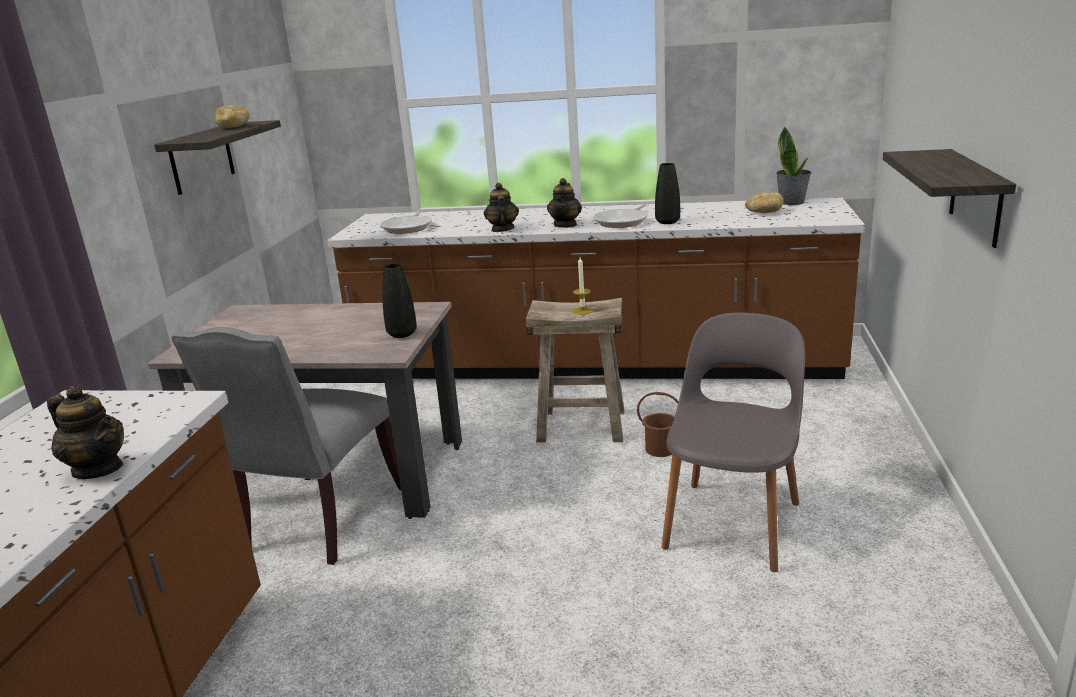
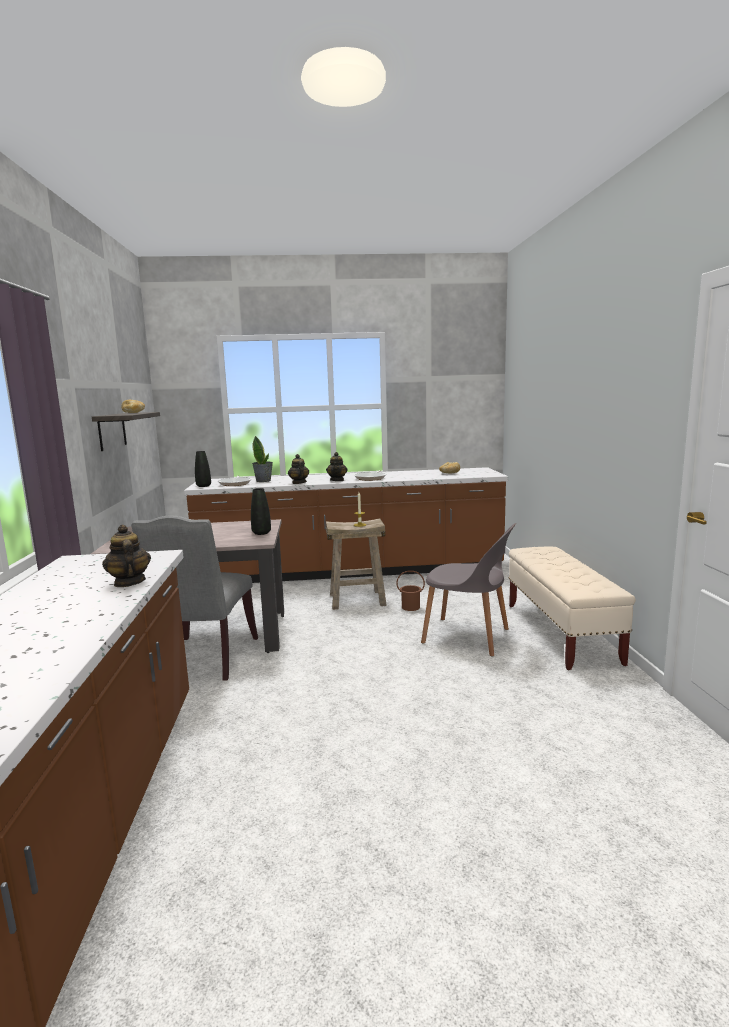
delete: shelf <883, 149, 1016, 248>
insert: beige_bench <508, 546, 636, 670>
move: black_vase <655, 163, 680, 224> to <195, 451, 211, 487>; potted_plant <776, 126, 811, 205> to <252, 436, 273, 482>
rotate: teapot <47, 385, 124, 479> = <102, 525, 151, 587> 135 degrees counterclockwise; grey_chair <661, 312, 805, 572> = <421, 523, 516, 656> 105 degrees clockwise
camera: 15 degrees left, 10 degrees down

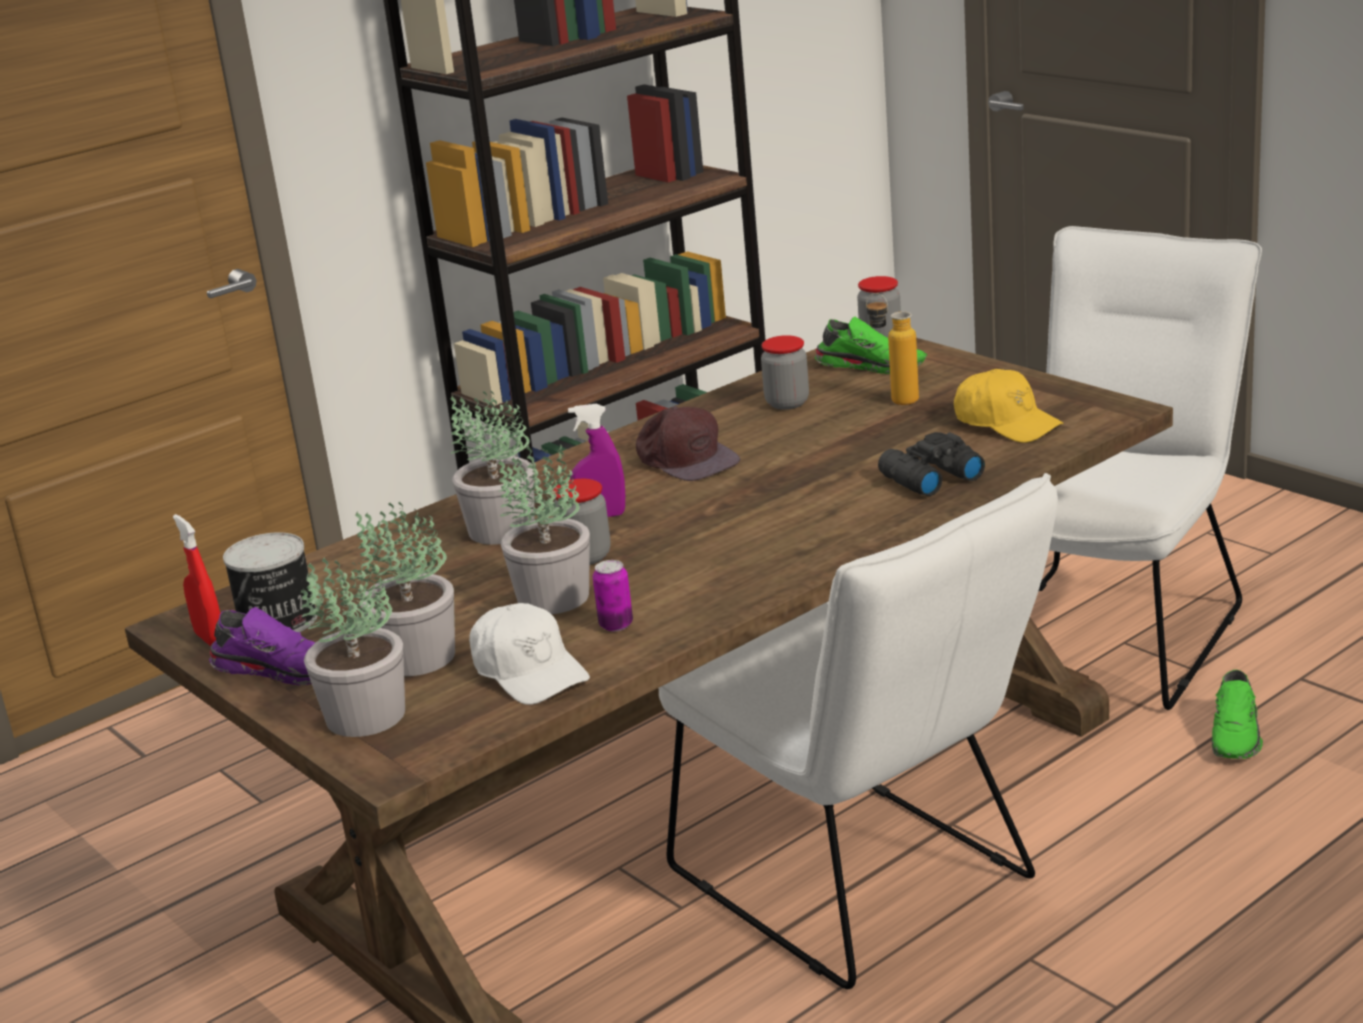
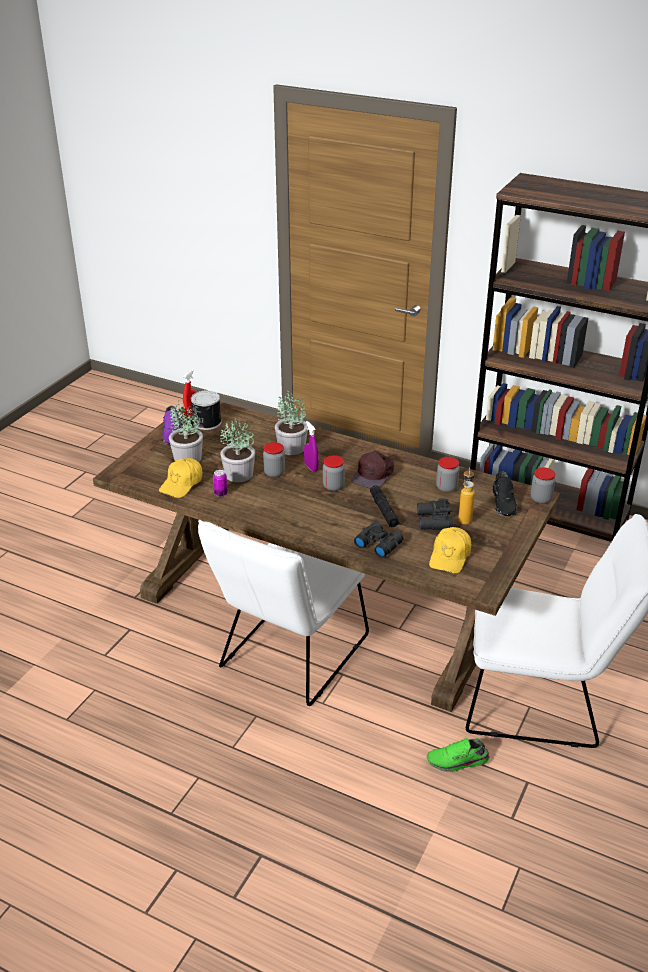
delete: potted_plant <301, 558, 405, 737>
insert: jar <323, 455, 345, 491>; black_flashlight <370, 485, 400, 527>; black_binoculars <417, 499, 453, 530>
recolor: white_cap <469, 603, 590, 705> to yellow_cap <159, 458, 202, 498>; green_shoe <815, 317, 927, 374> to black_shoe <492, 471, 518, 516>
camera: 65 degrees right, 10 degrees up

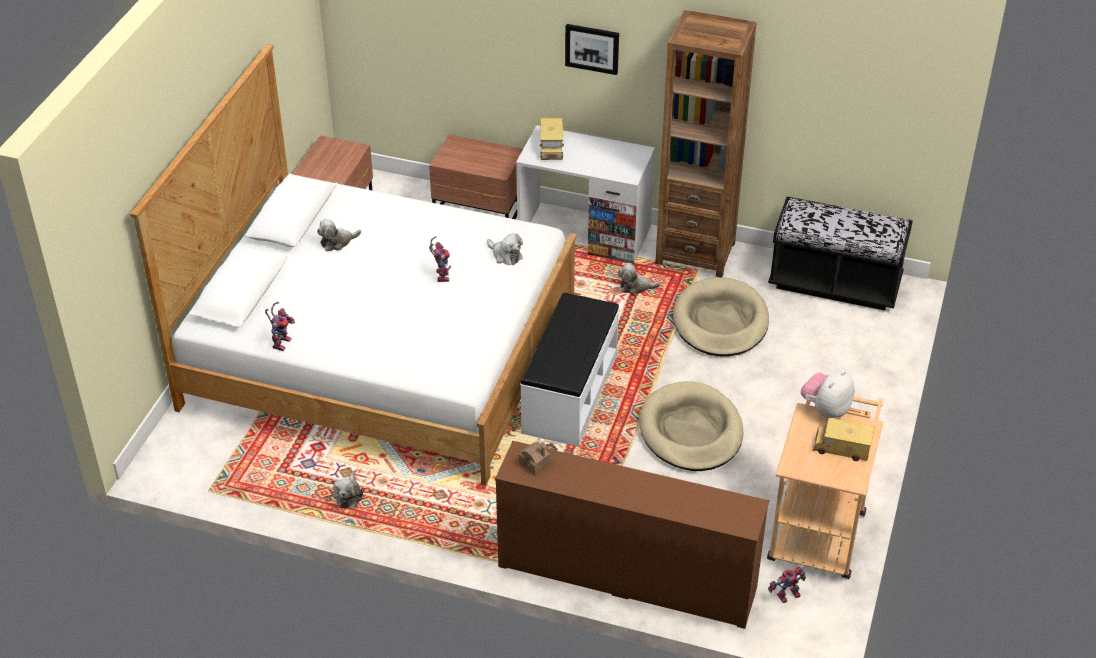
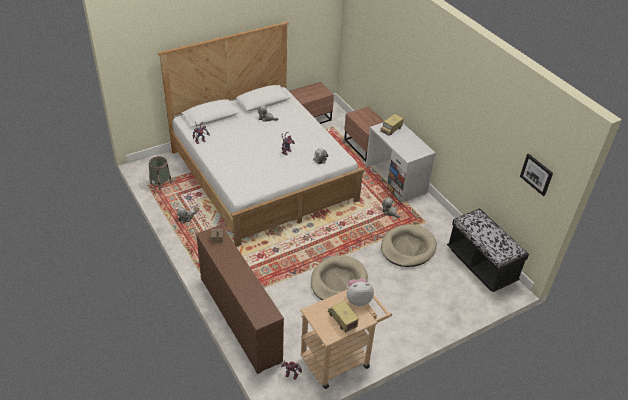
delete: white_bench <520, 293, 619, 447>; brown_bookcase <655, 10, 757, 278>
insert: basket <149, 156, 172, 191>
move: picture <565, 24, 619, 75> to <520, 154, 553, 196>
camera: 40 degrees right, 0 degrees up

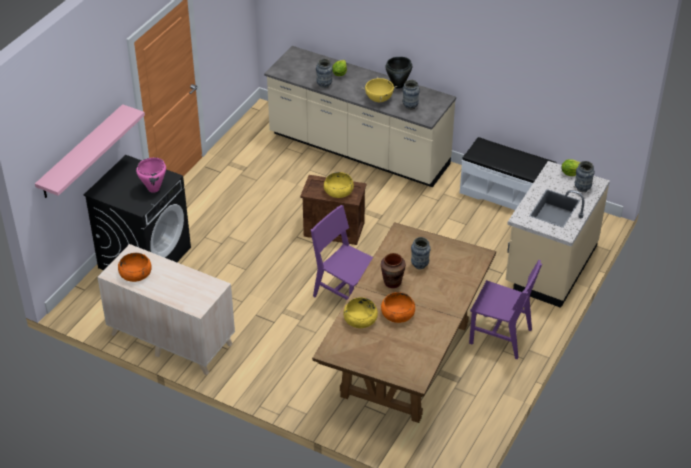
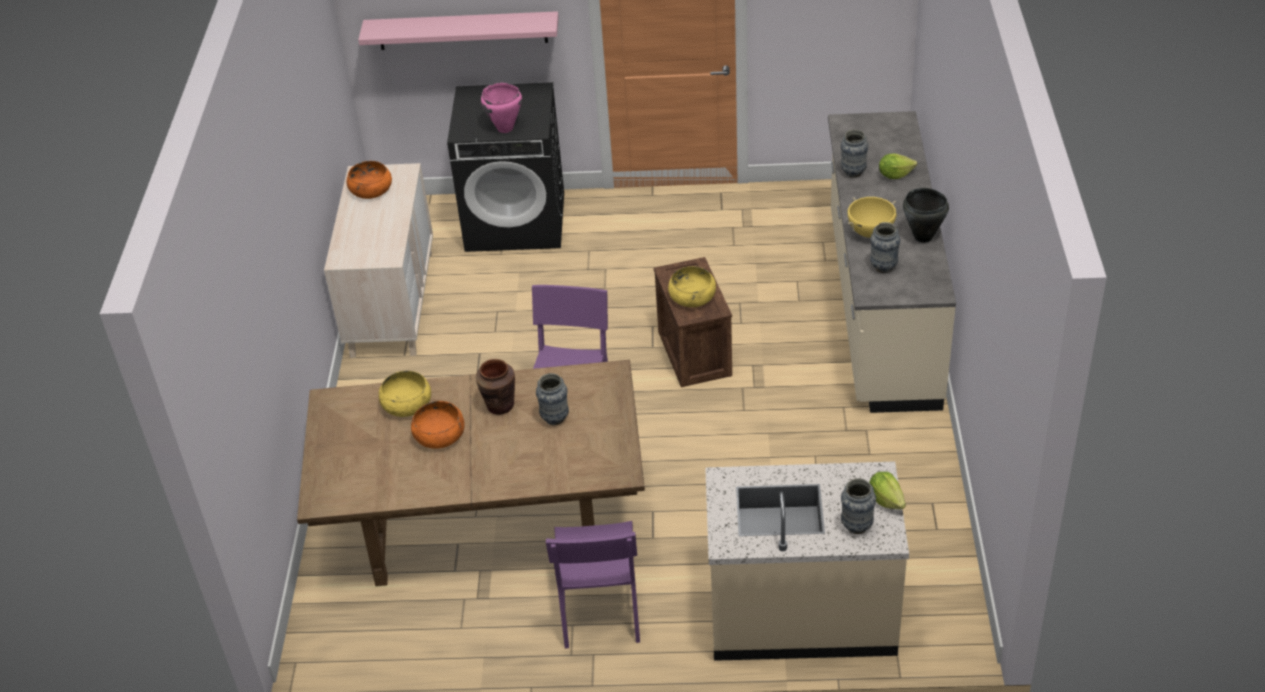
delete: white_bench <460, 137, 557, 210>
camera: 65 degrees right, 0 degrees up

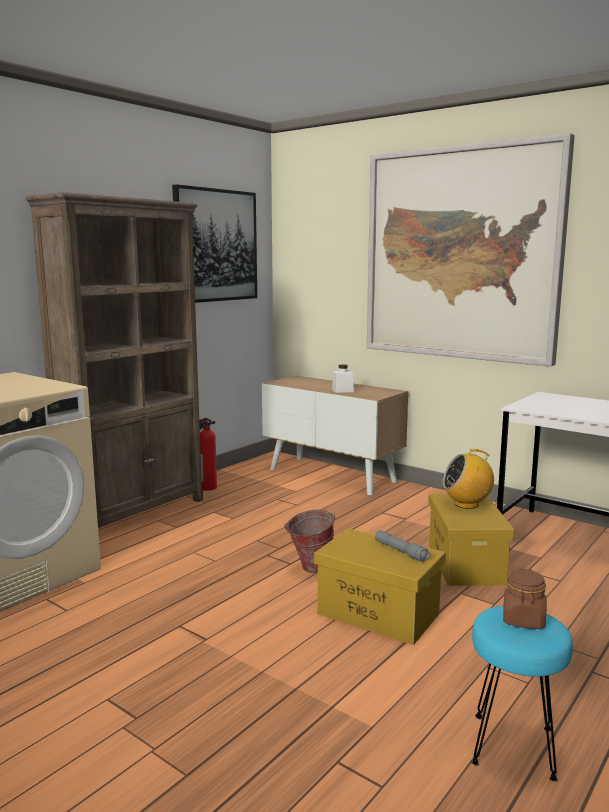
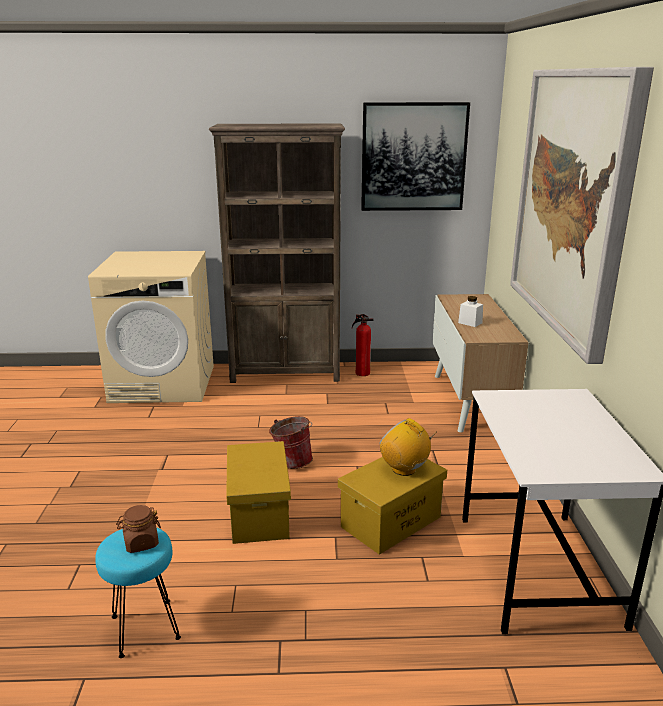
delete: grey_flashlight <375, 530, 430, 562>
camera: 50 degrees right, 10 degrees up

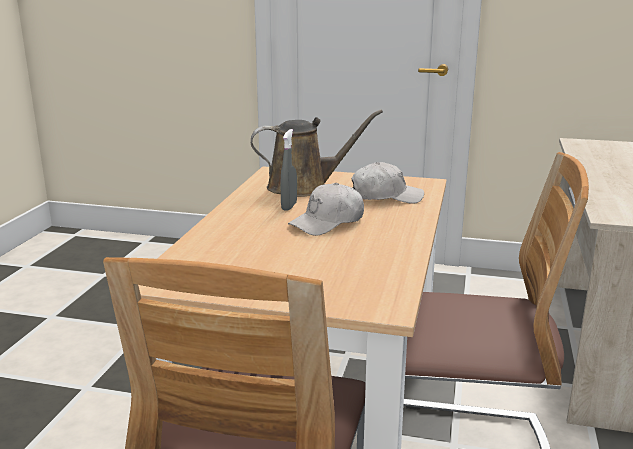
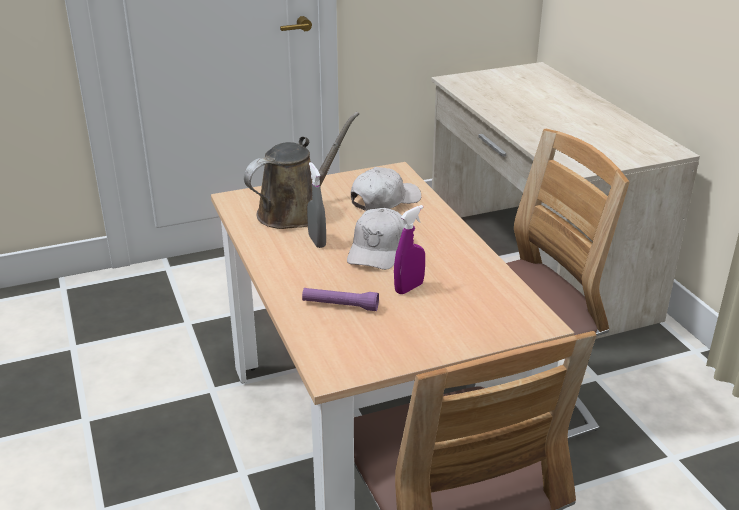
insert: purple_flashlight <302, 288, 379, 311>; purple_spray_bottle <394, 205, 425, 294>
camera: 35 degrees left, 10 degrees up

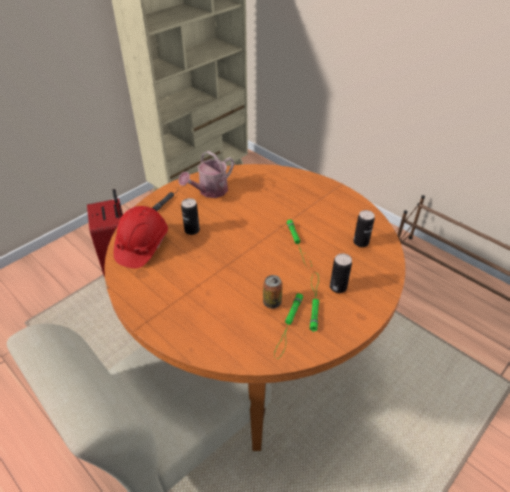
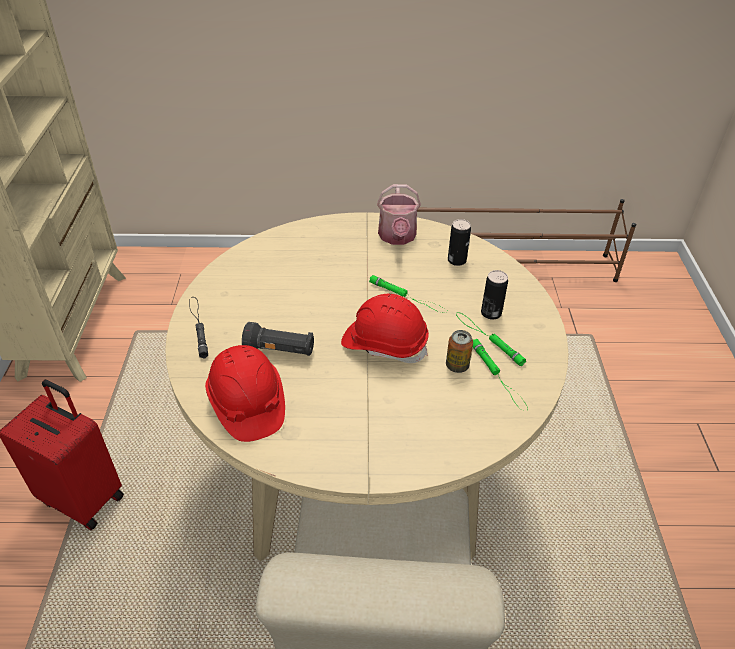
insert: red_hard_hat <341, 294, 429, 363>
move: watering_can <178, 151, 234, 198> to <377, 184, 421, 245>
replace: can <181, 198, 200, 235> to black_flashlight <242, 322, 314, 356>
recolor: orange_dining_table <104, 164, 405, 451> to beige_dining_table <165, 212, 568, 562>
camera: 45 degrees left, 0 degrees up

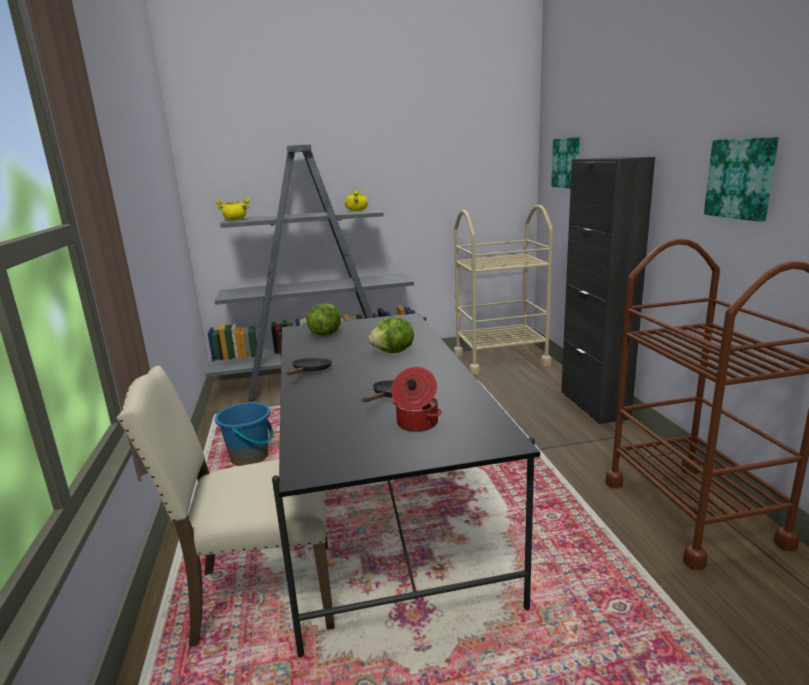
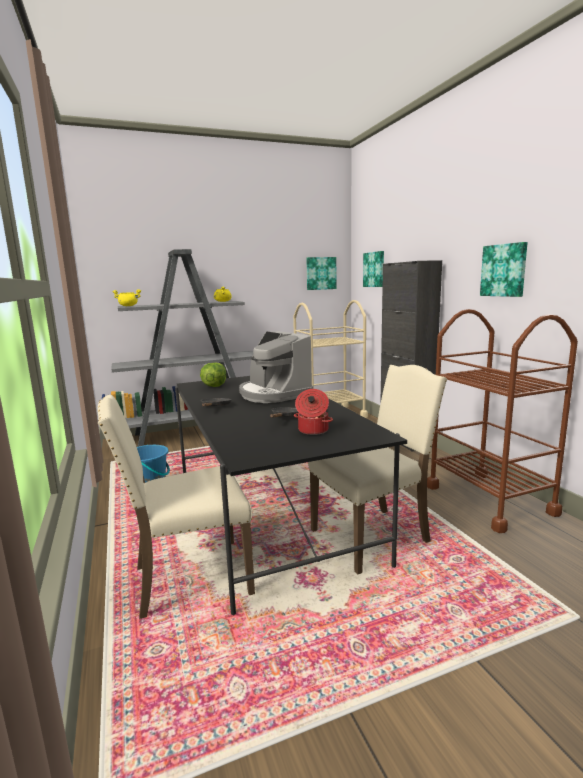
insert: picture <306, 257, 337, 290>; beige_chair <308, 365, 447, 575>
replace: lettuce <368, 317, 414, 353> to coffee_machine <239, 331, 313, 403>
camera: 10 degrees left, 5 degrees down

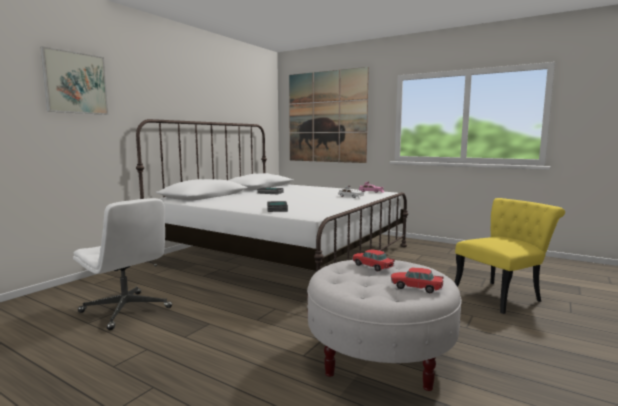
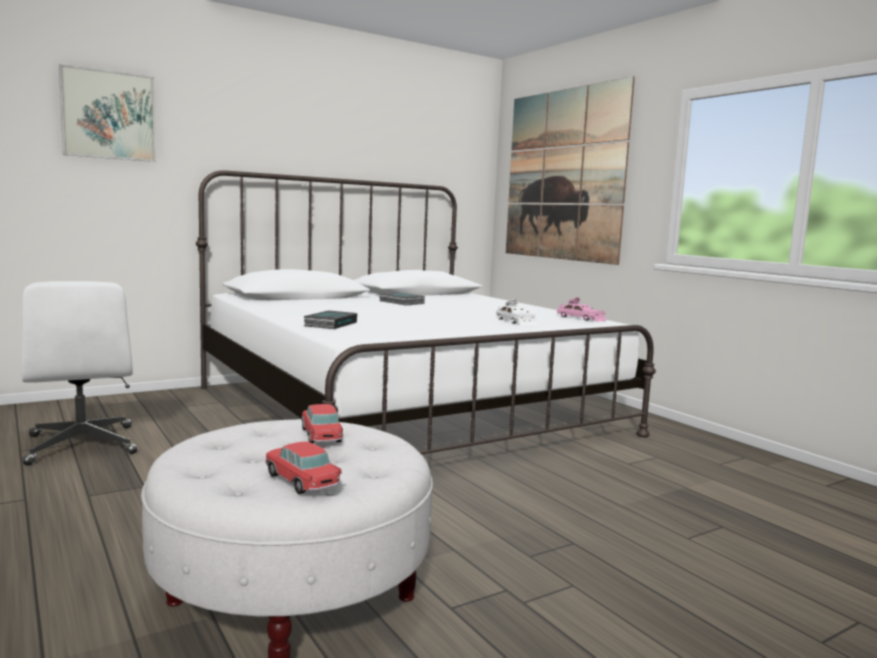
delete: yellow_chair <454, 198, 565, 314>
camera: 25 degrees right, 0 degrees up

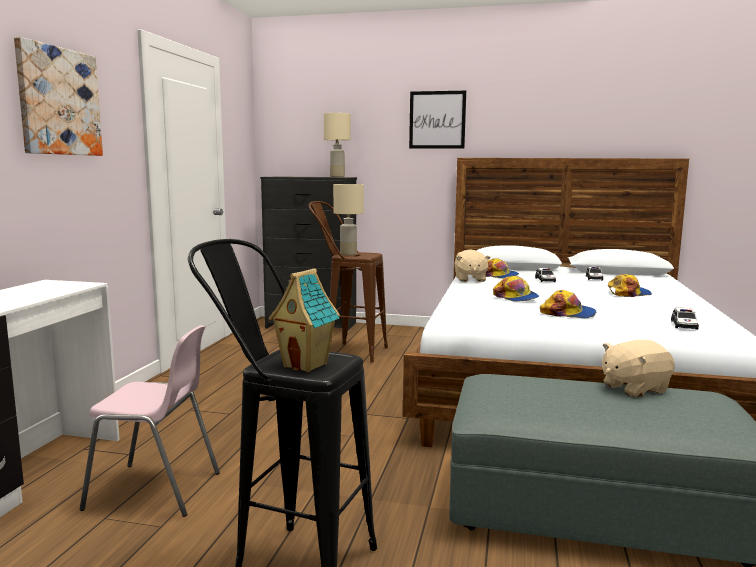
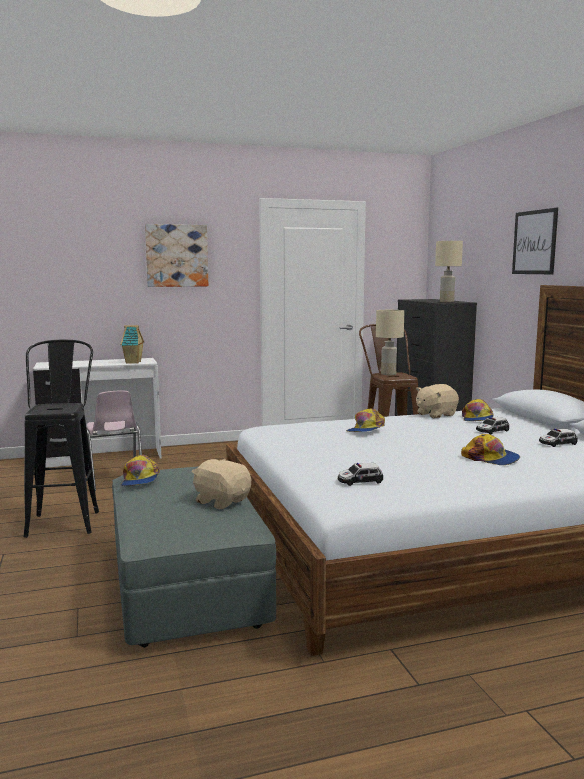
move: toy_house <268, 268, 340, 372> to <120, 325, 144, 364>; cap <540, 290, 596, 318> to <121, 455, 160, 486>
camera: 60 degrees right, 0 degrees up

